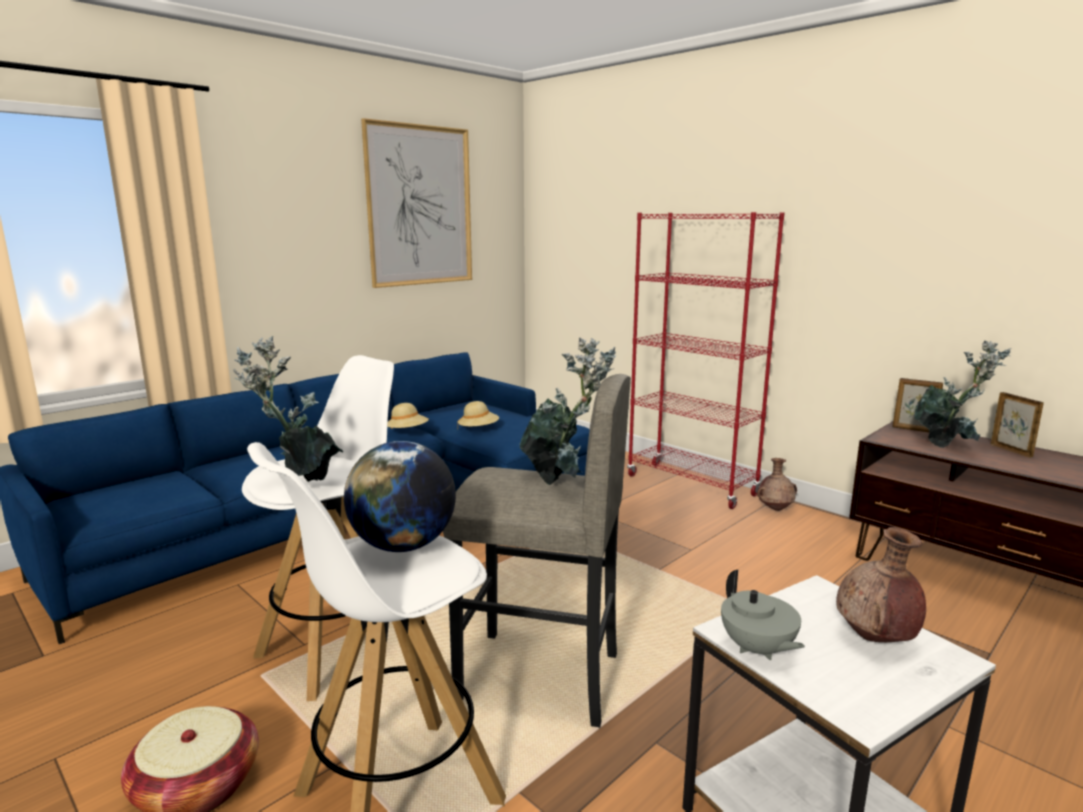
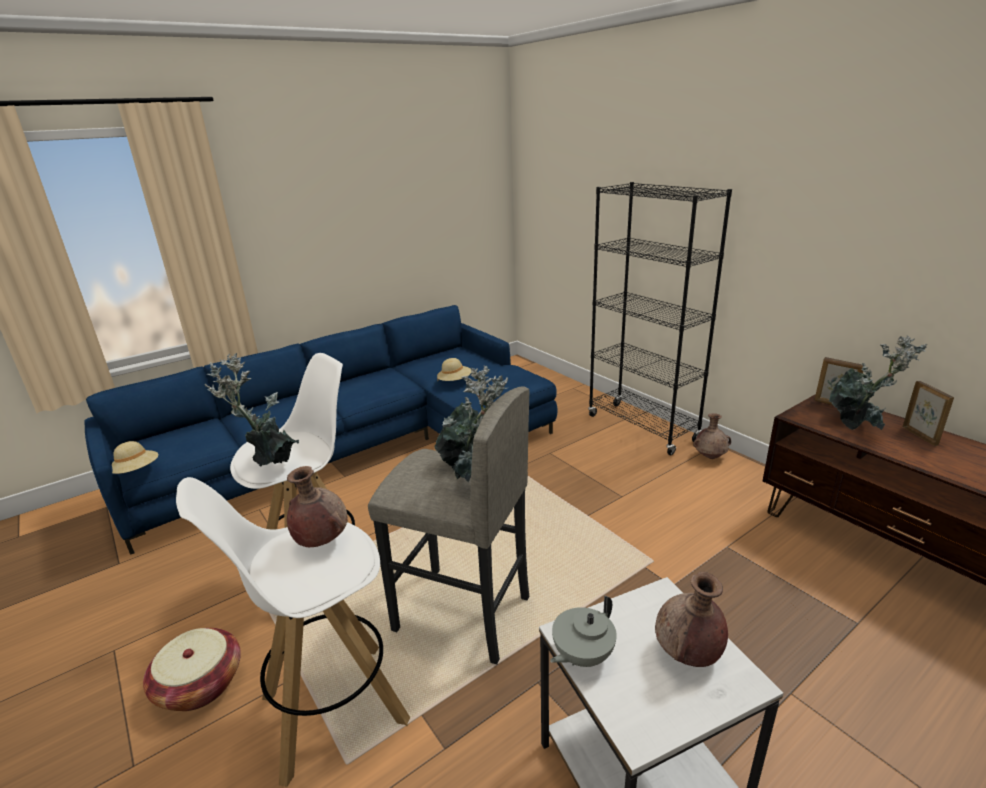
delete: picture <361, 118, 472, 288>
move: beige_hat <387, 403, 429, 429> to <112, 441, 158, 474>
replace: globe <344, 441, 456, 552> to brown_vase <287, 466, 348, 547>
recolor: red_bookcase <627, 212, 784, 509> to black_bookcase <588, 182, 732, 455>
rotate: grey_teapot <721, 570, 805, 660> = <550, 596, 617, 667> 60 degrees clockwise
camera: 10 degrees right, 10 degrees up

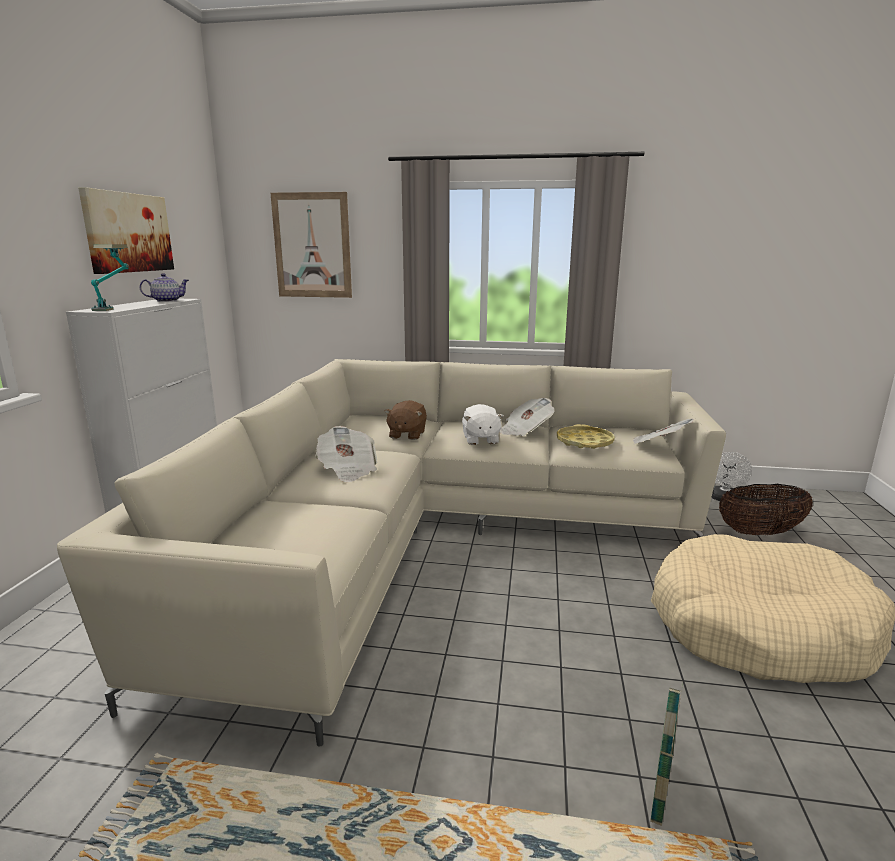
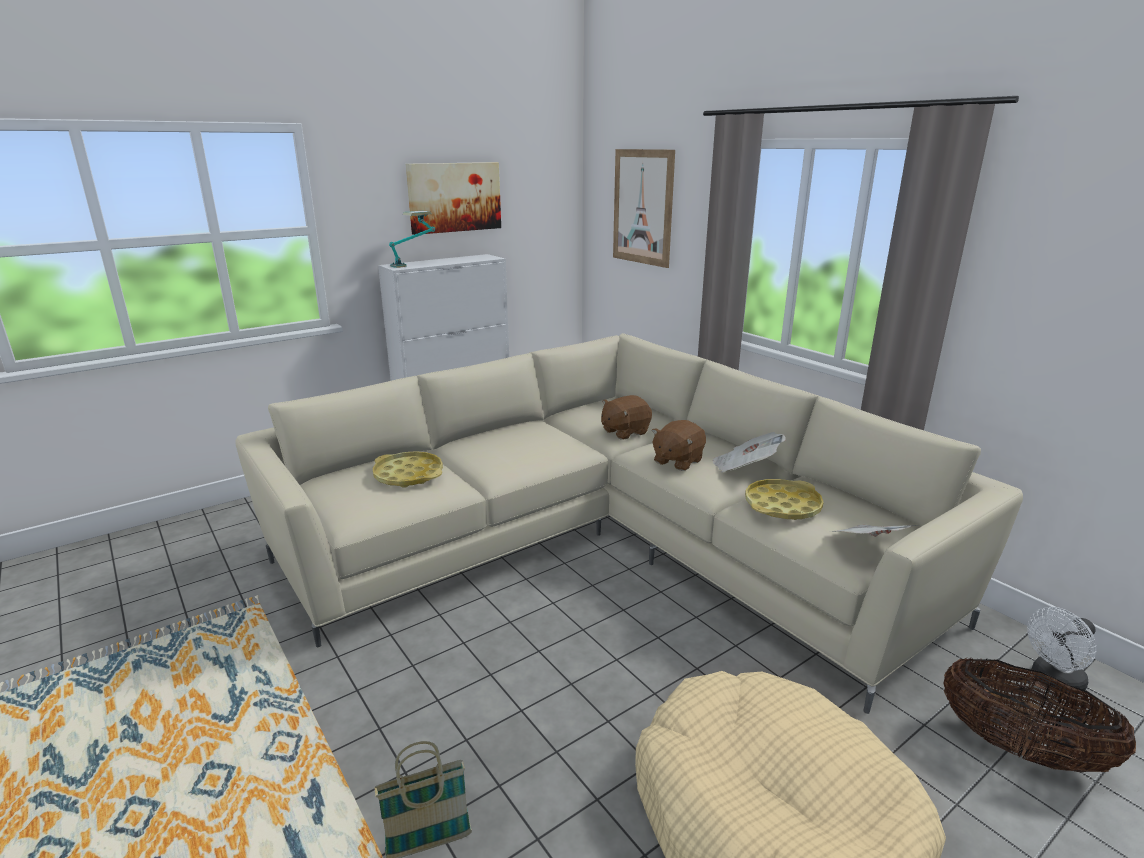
delete: teapot <140, 273, 189, 302>; newspaper <315, 426, 377, 482>
insert: yellow_tray <372, 451, 443, 488>
recolor: white_plush_toy <462, 404, 504, 445> to brown_plush_toy <651, 420, 706, 471>
camera: 45 degrees right, 5 degrees up

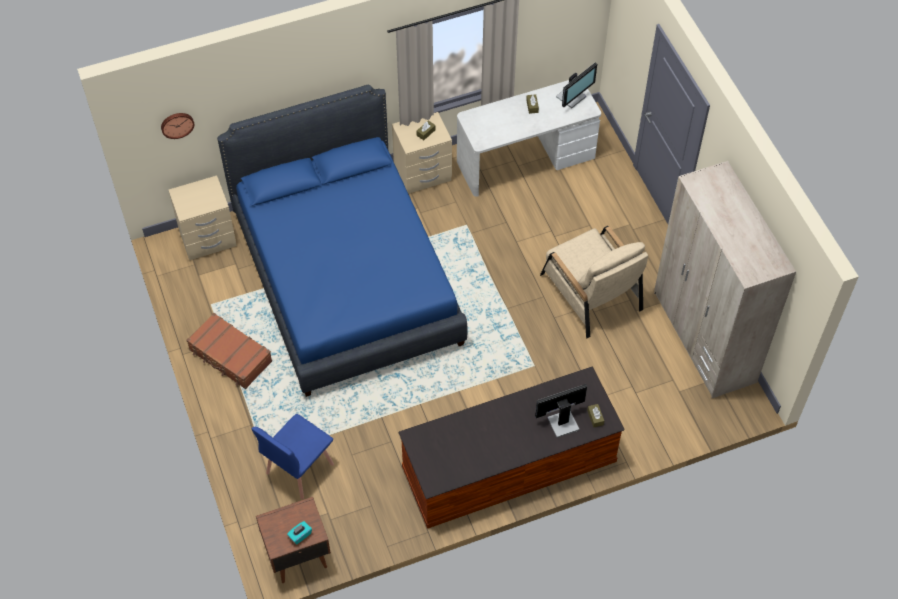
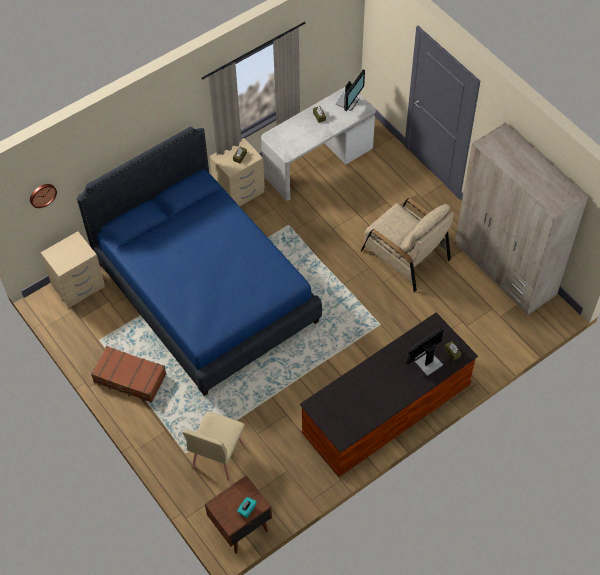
recolor: blue_chair <252, 414, 334, 499> to beige_chair <182, 411, 246, 481>
camera: 15 degrees left, 0 degrees up

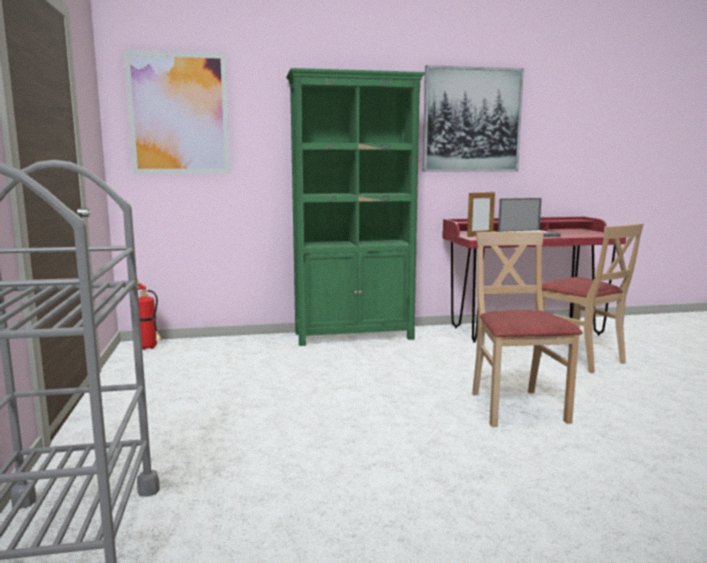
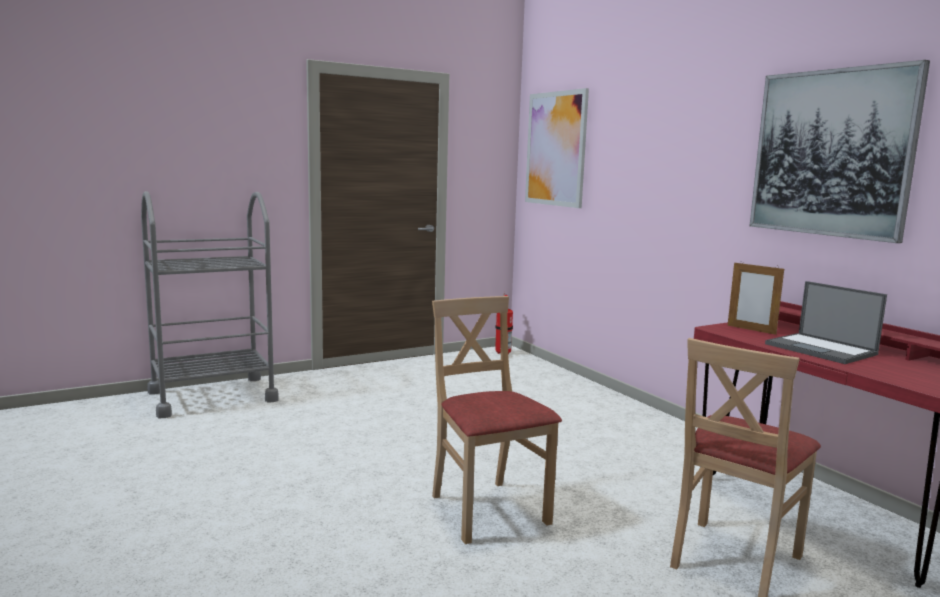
delete: green_bookcase <286, 68, 425, 346>
rotate: beige_chair <472, 231, 583, 427> = <432, 296, 562, 544> 90 degrees counterclockwise
camera: 70 degrees right, 0 degrees up

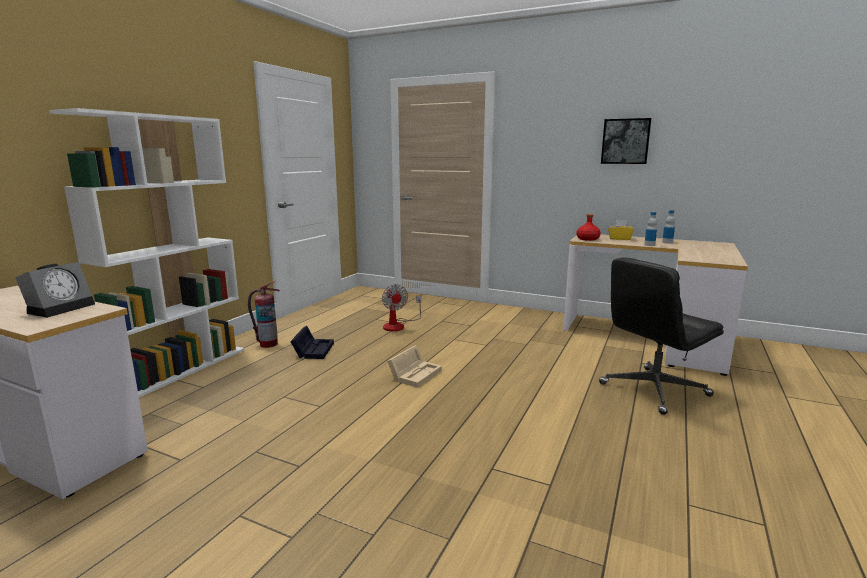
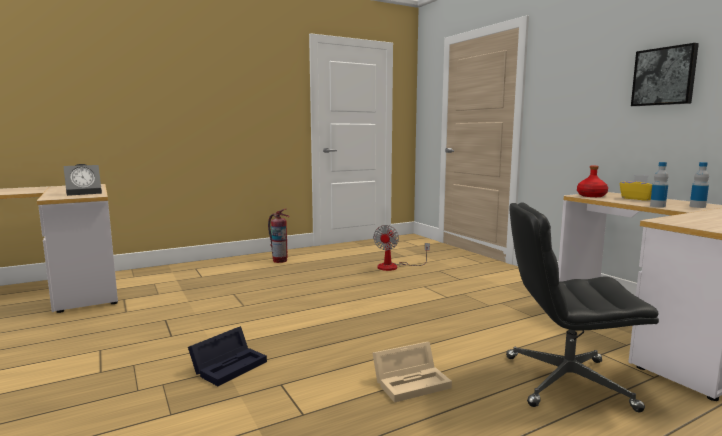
delete: white_bookcase <49, 108, 244, 397>
move: black_storage_box <290, 326, 334, 359> to <188, 326, 267, 386>; beige_storage_box <387, 345, 442, 388> to <373, 342, 452, 403>
camera: 35 degrees right, 5 degrees down

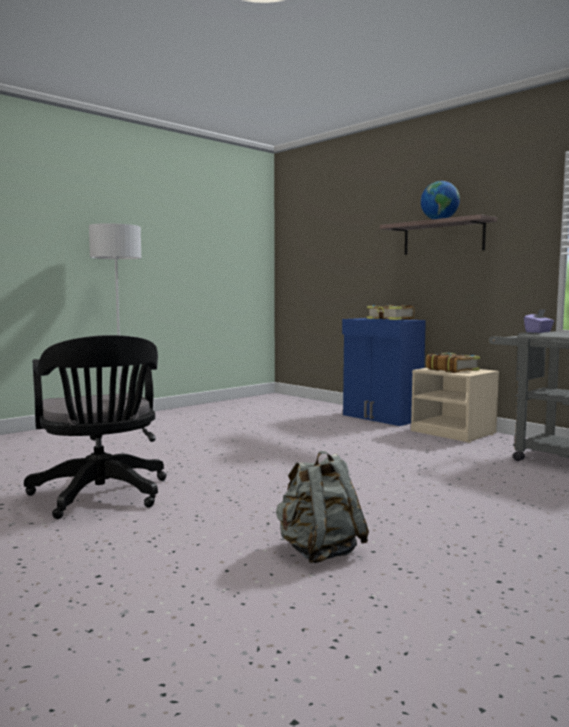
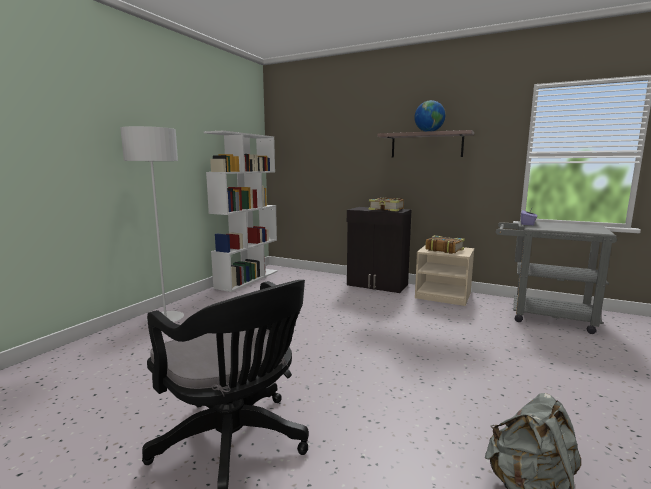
insert: white_bookcase <204, 131, 278, 292>
recolor: blue_cabinet <342, 318, 426, 426> to black_cabinet <347, 207, 412, 293>
camera: 20 degrees left, 5 degrees up

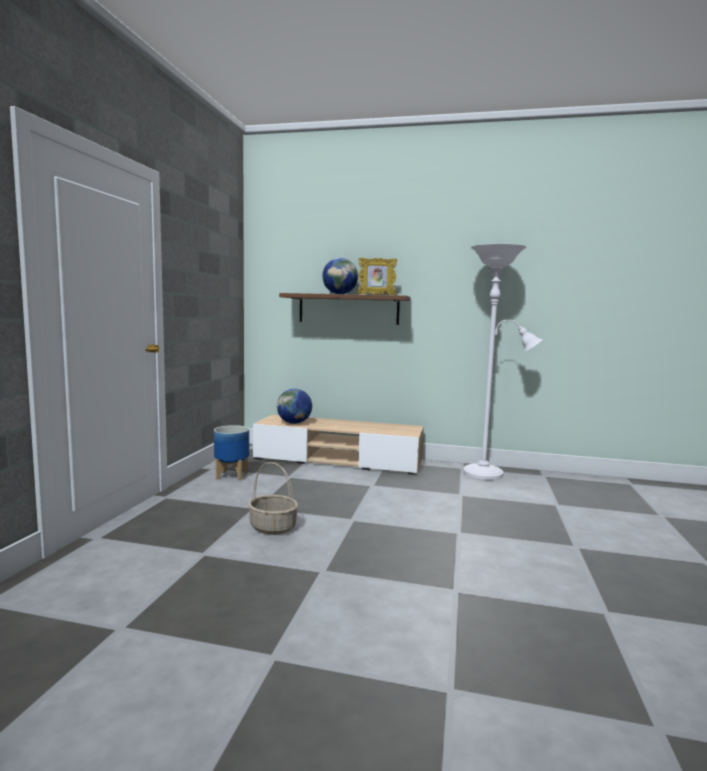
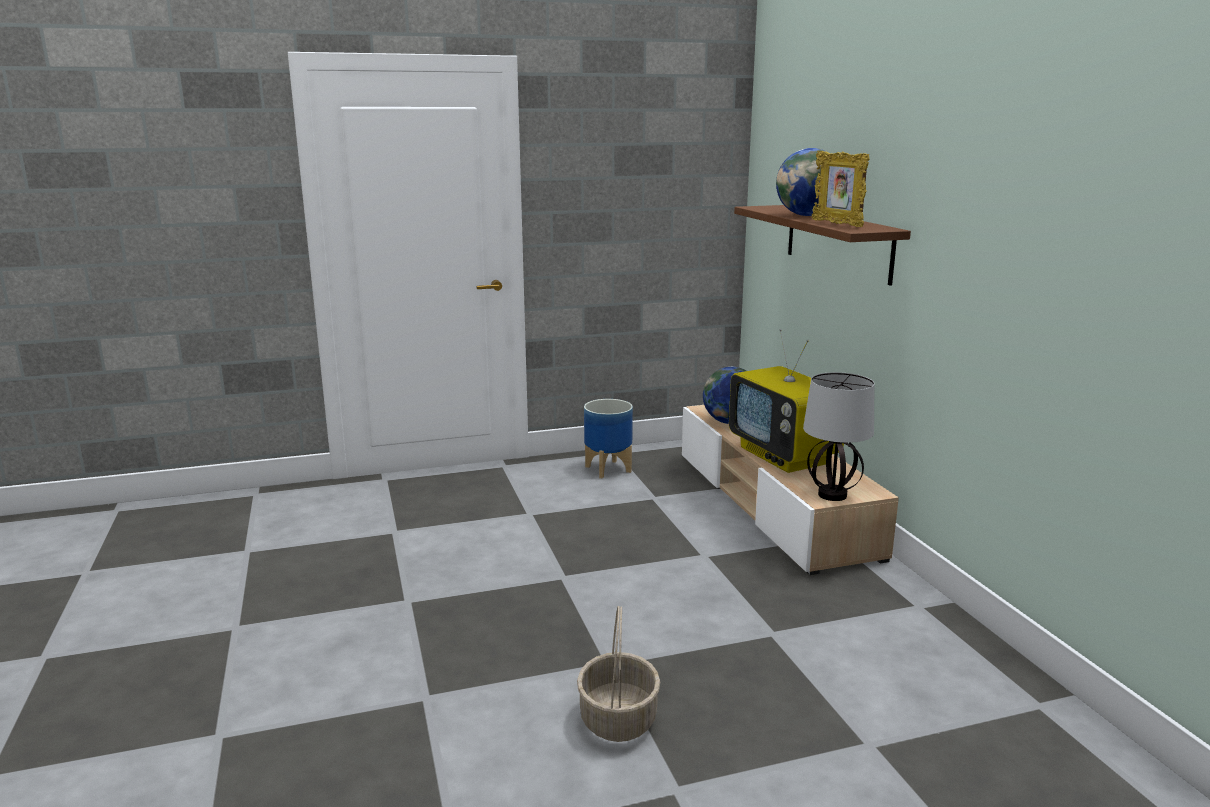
delete: white_floor_lamp <463, 244, 543, 480>
insert: television <729, 329, 844, 473>; table_lamp <803, 372, 875, 501>
move: basket <248, 462, 298, 535> to <577, 606, 660, 742>
camera: 60 degrees right, 10 degrees up

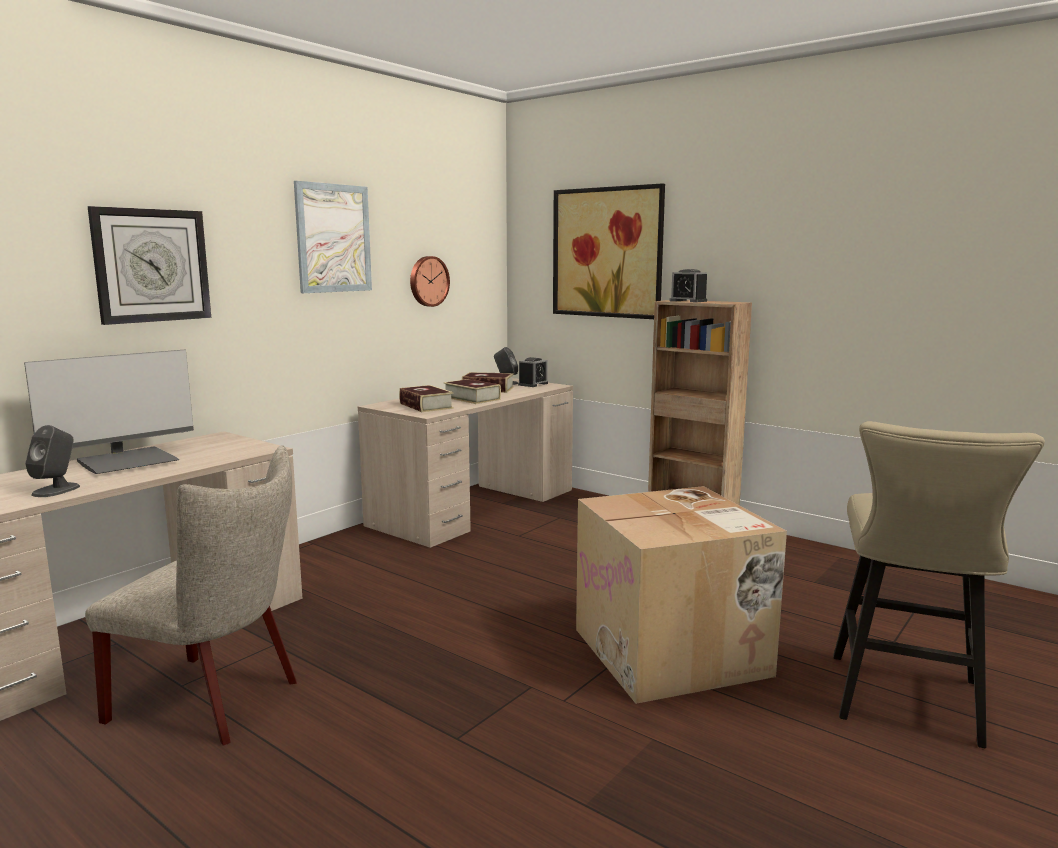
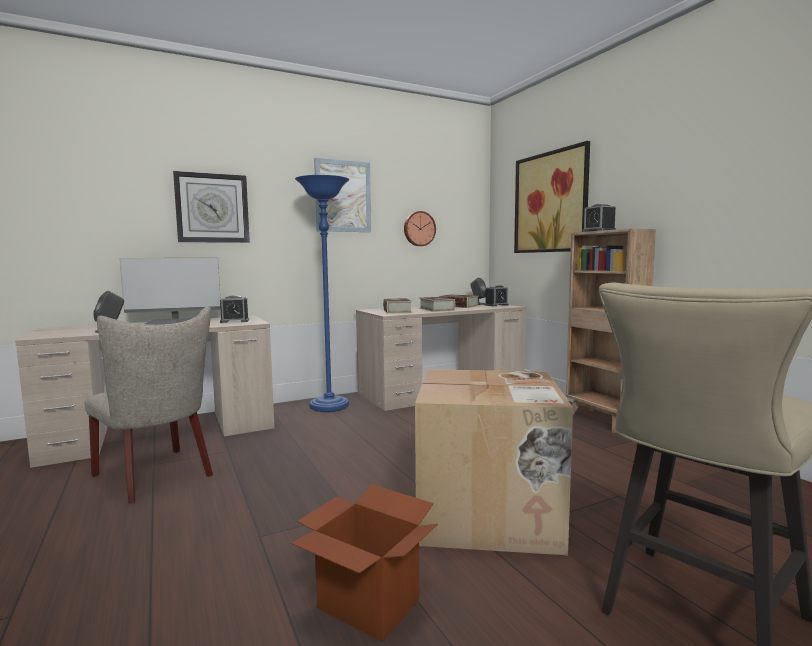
insert: alarm_clock <220, 295, 249, 323>; cardboard_box <291, 485, 438, 642>; blue_floor_lamp <295, 175, 349, 412>
camera: 25 degrees right, 5 degrees down

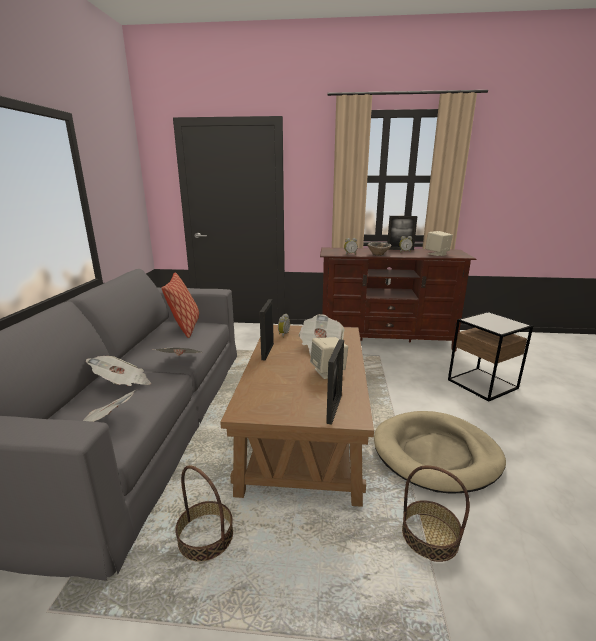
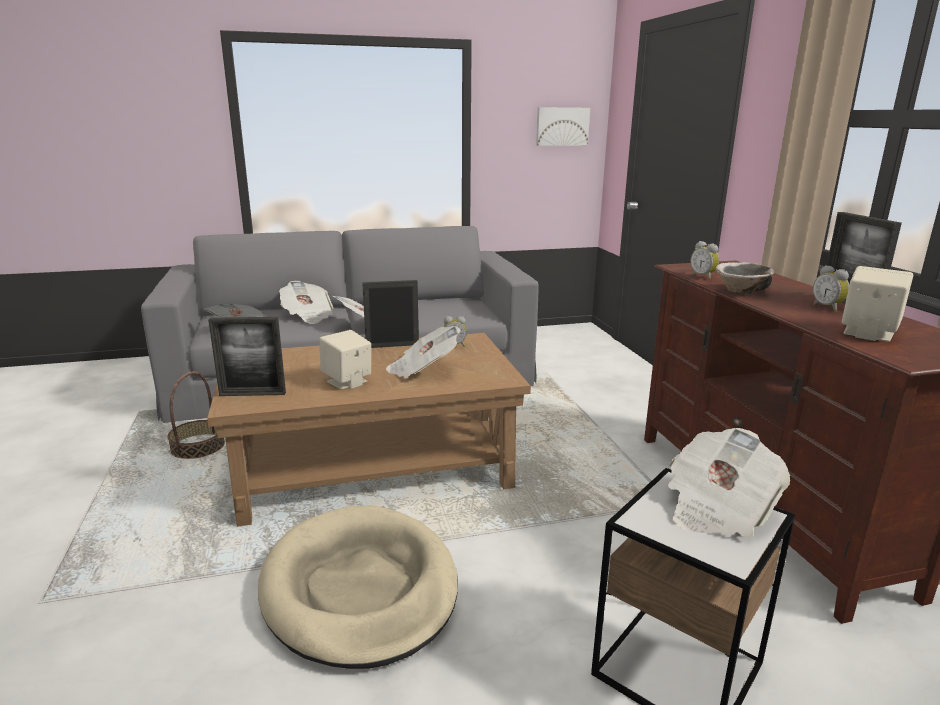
delete: pillow <162, 273, 199, 338>; basket <402, 465, 470, 562>
insert: picture <536, 107, 590, 146>; newspaper <668, 428, 790, 538>
camera: 70 degrees right, 0 degrees up

